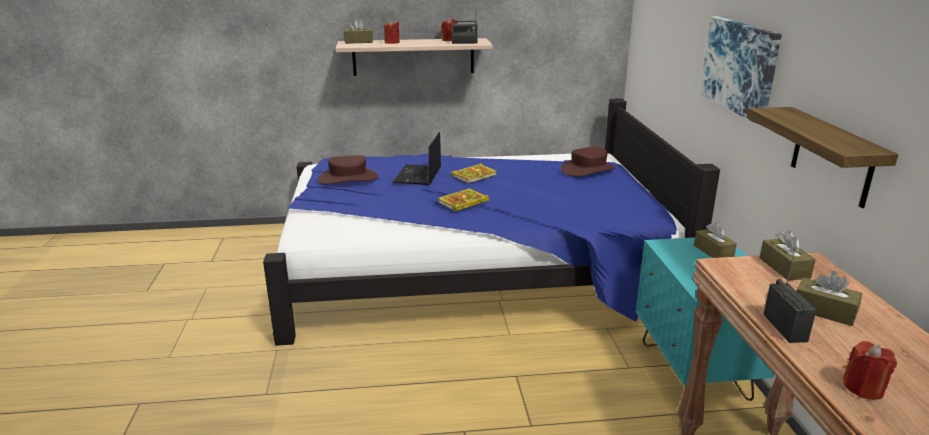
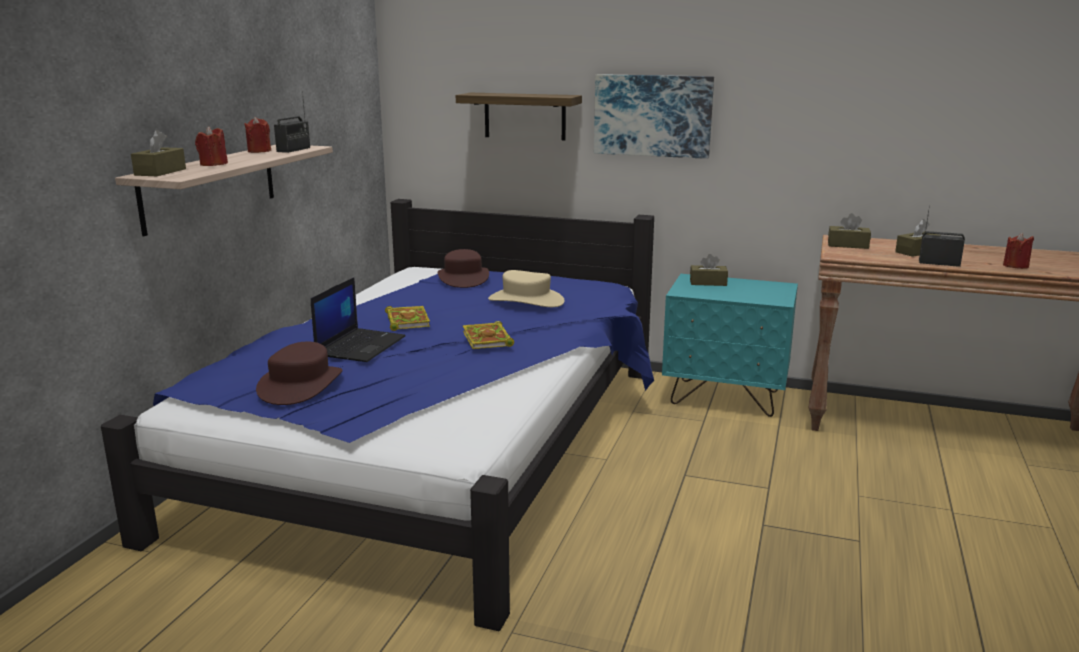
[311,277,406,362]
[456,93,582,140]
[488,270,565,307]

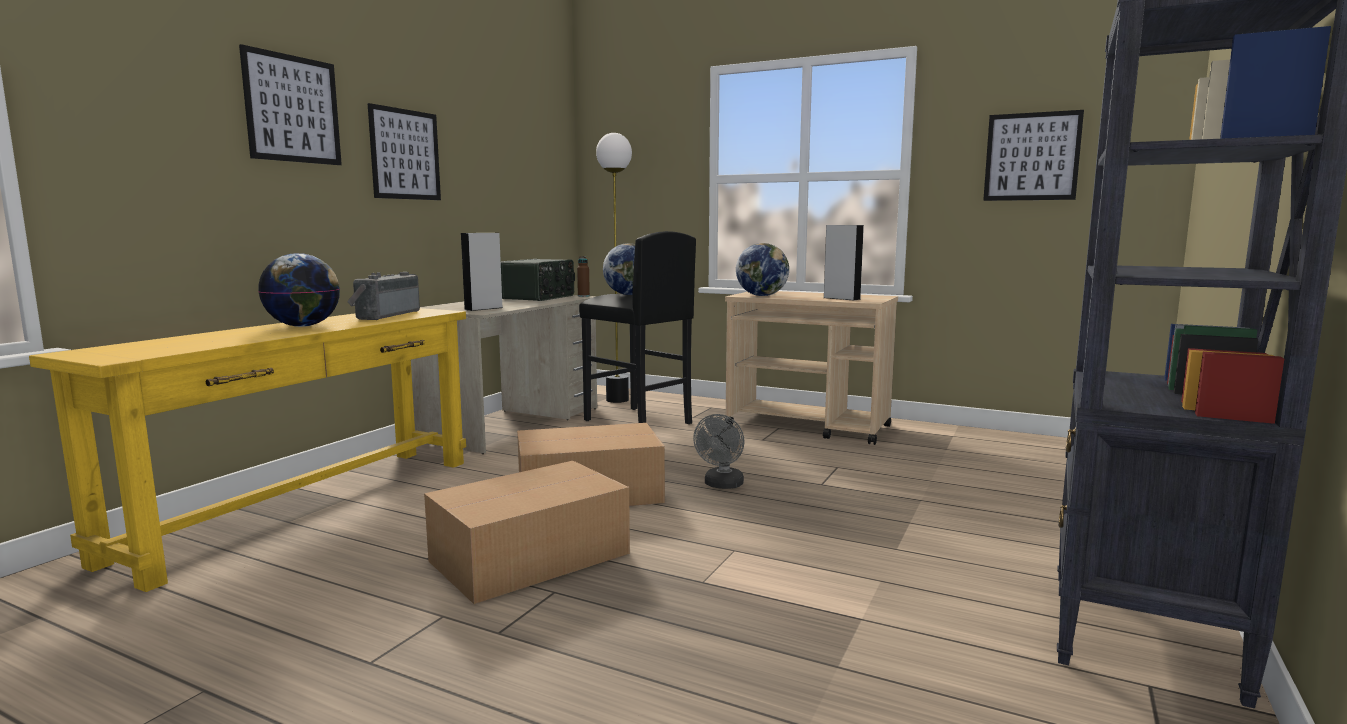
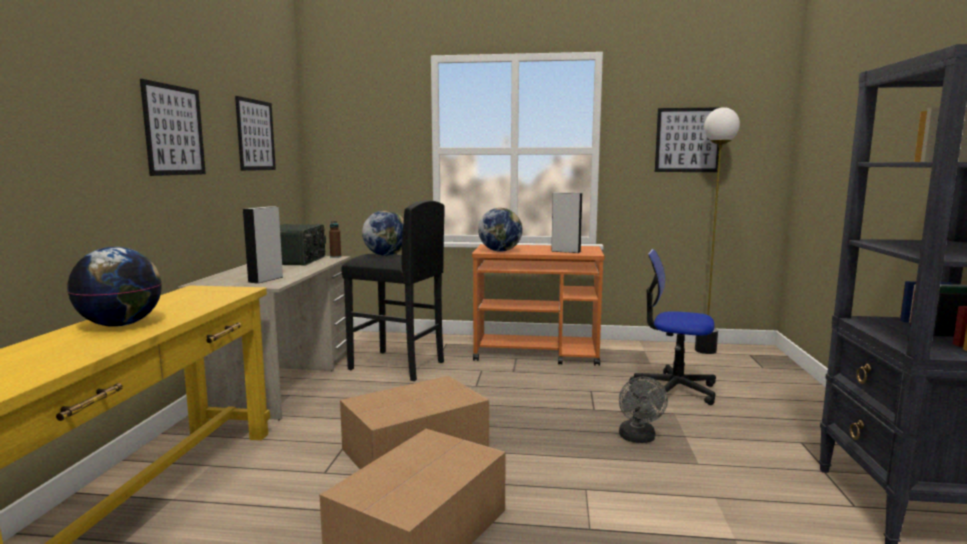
[235,96,276,171]
[347,272,420,320] (first image)
[695,107,740,354]
[619,377,668,443]
[472,244,605,366]
[629,249,716,405]

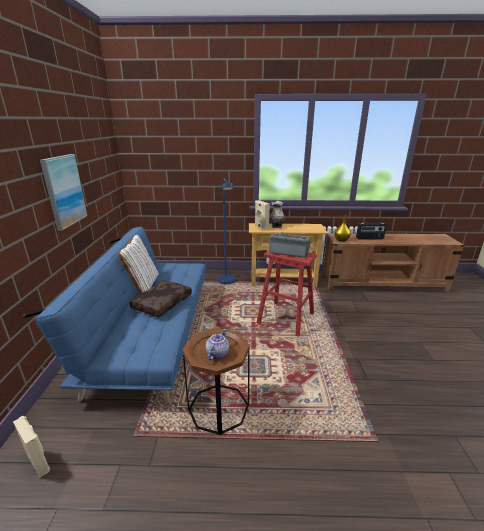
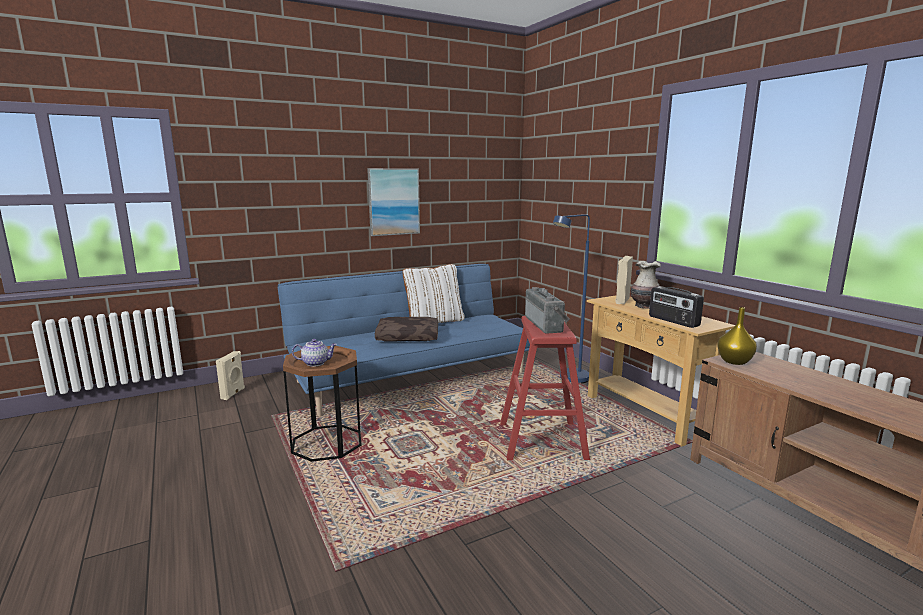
[649,286,704,328]

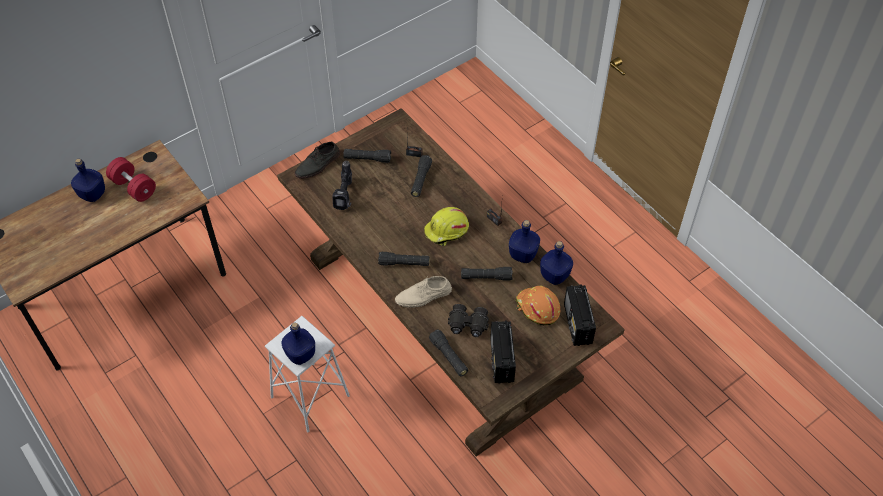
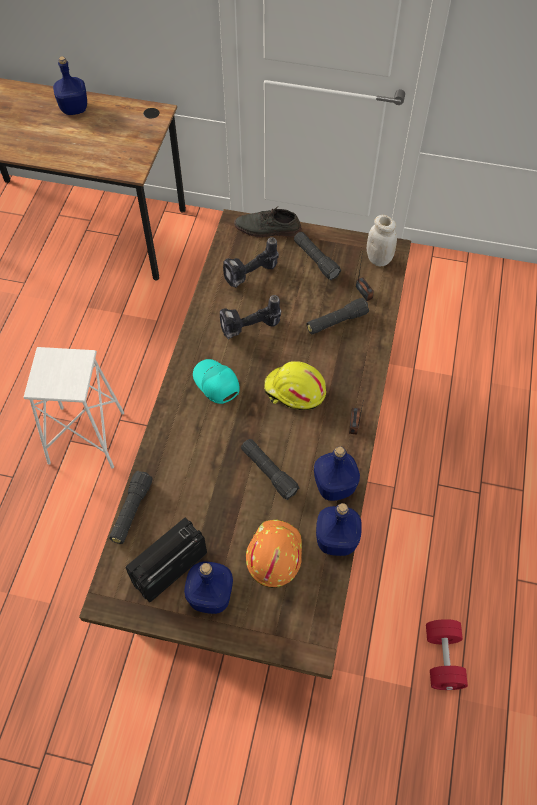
[426,619,468,690]
[184,562,233,614]
[193,359,240,404]
[395,276,452,308] (first image)
[448,304,489,337] (first image)
[564,284,596,346] (first image)
[220,295,281,339]
[367,215,397,266]

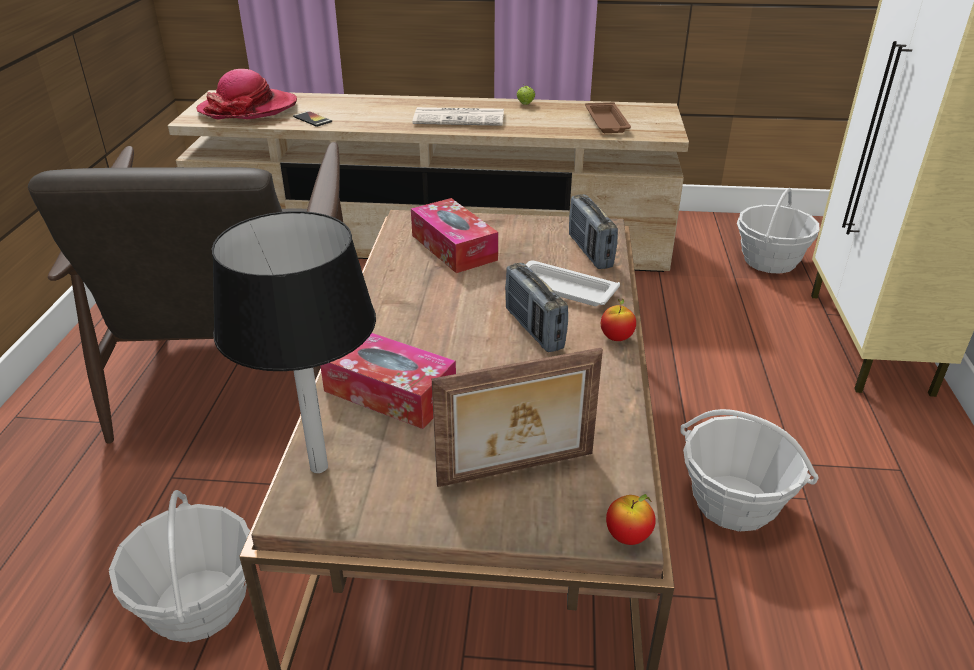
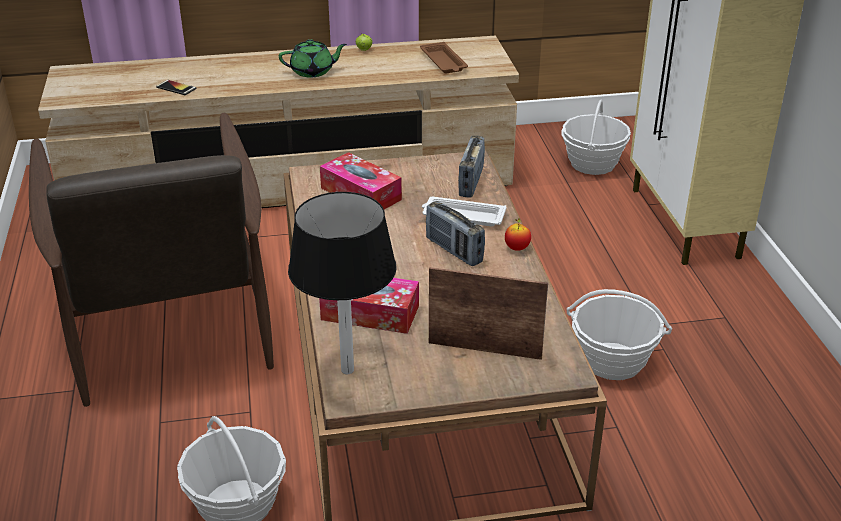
[196,69,297,120] (first image)
[279,39,347,77]
[429,267,548,360]
[458,136,485,198]
[606,494,656,545] (first image)

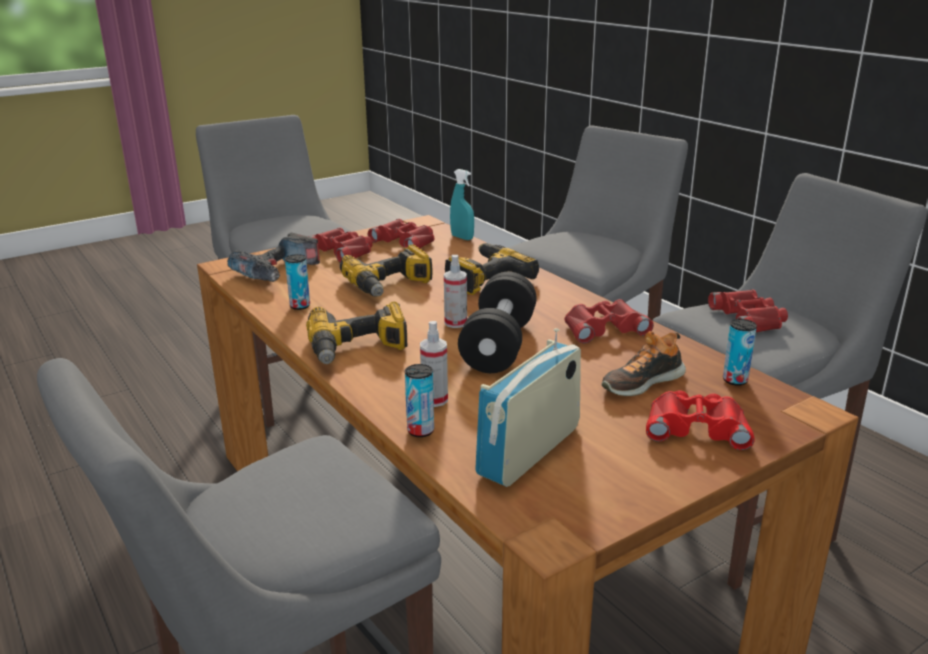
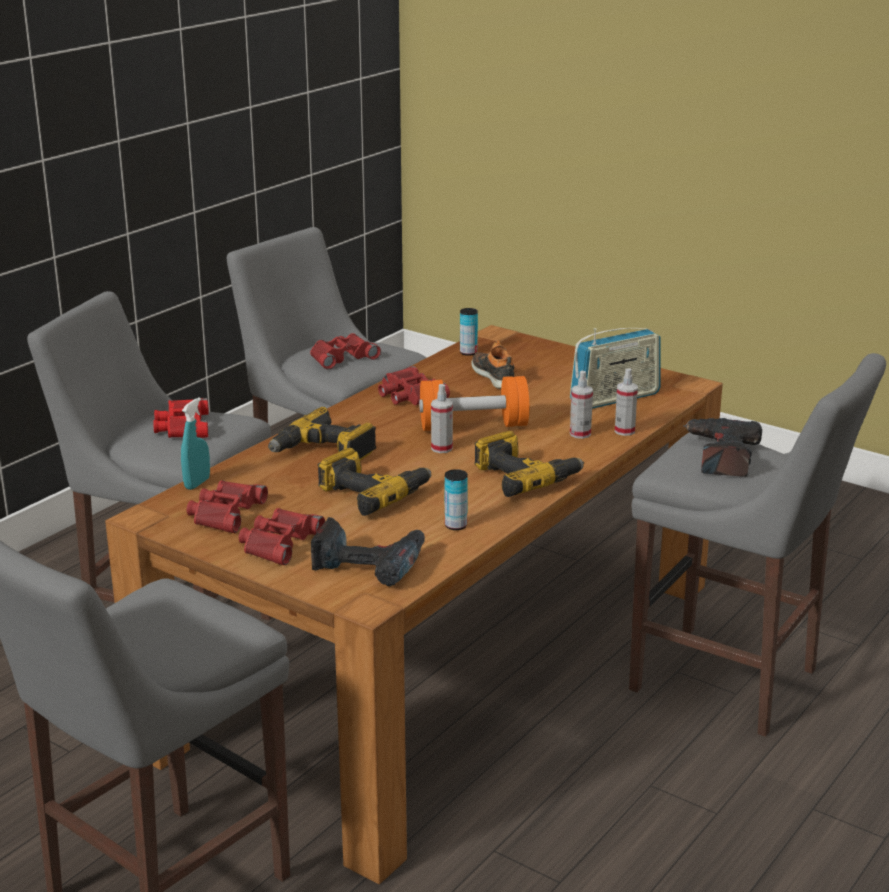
[615,369,638,436]
[419,376,529,431]
[570,328,661,409]
[471,341,514,389]
[153,398,209,438]
[683,418,762,477]

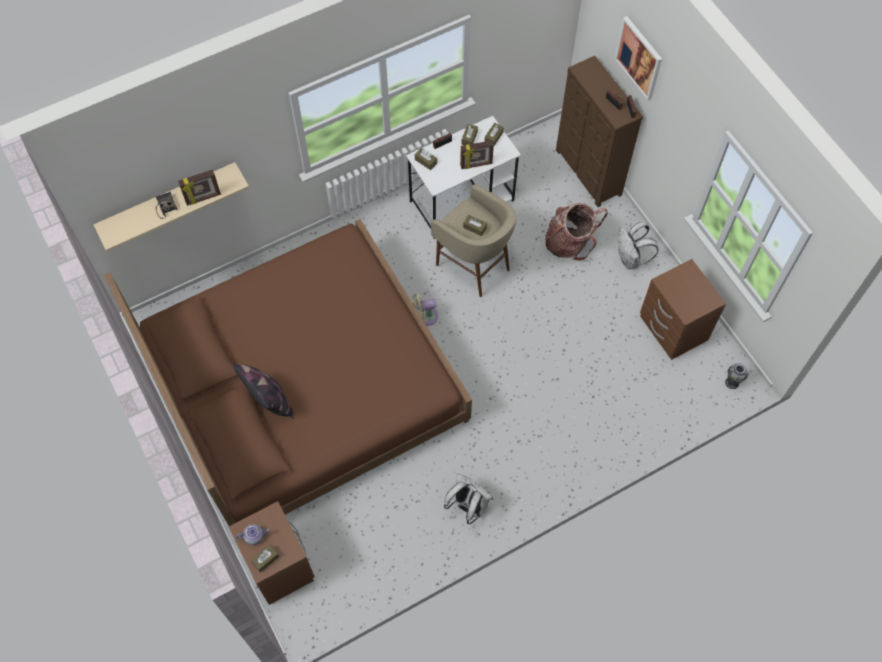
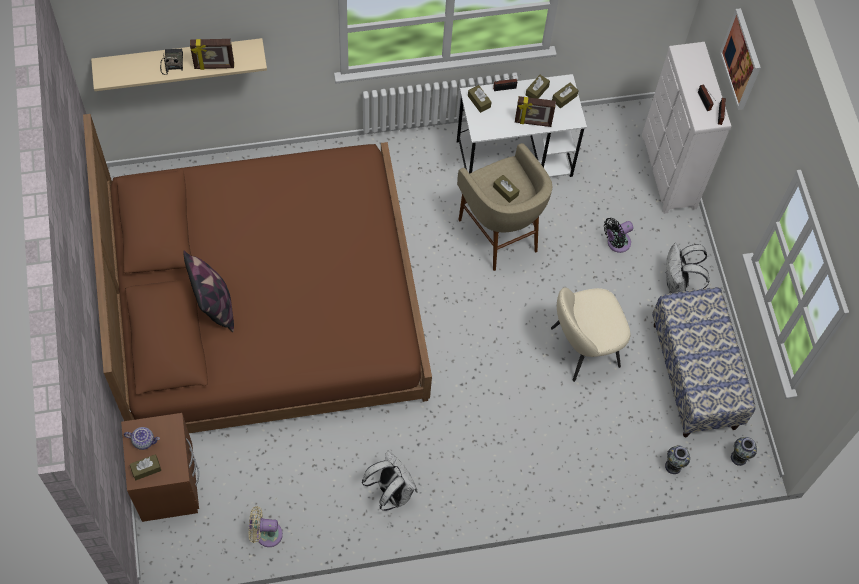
[249,506,283,547]
[604,218,633,253]
[642,42,732,214]
[652,287,756,437]
[551,287,631,382]
[665,446,690,474]

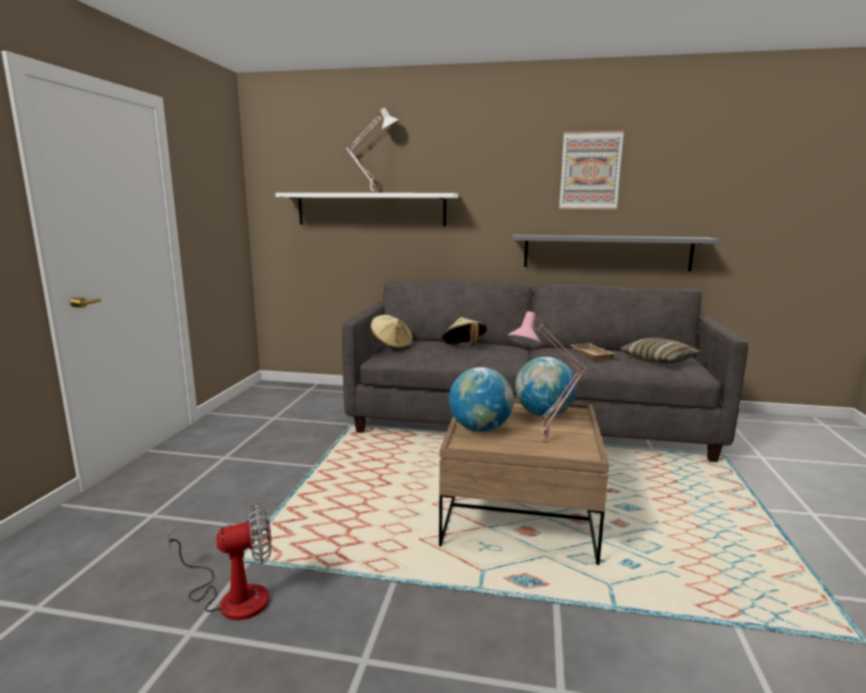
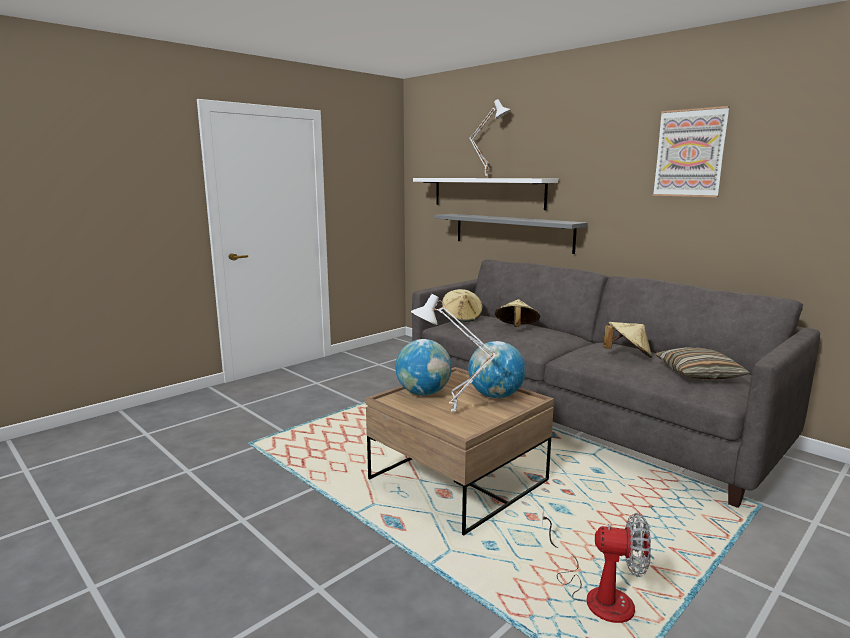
[542,507,651,623]
[411,294,497,414]
[434,214,588,254]
[603,322,652,358]

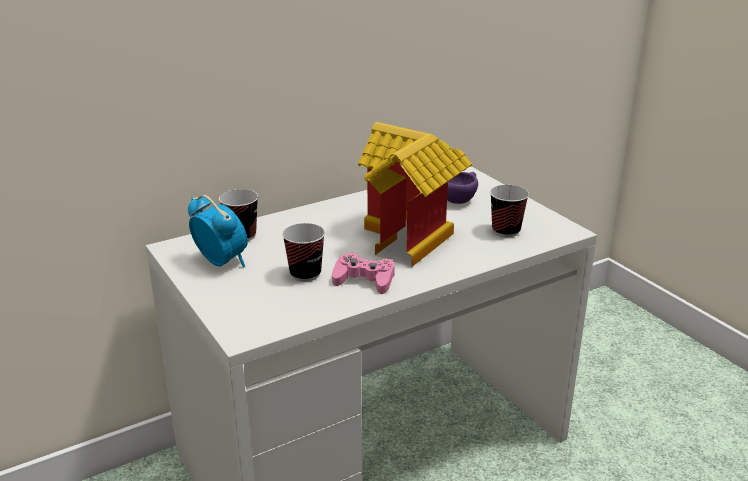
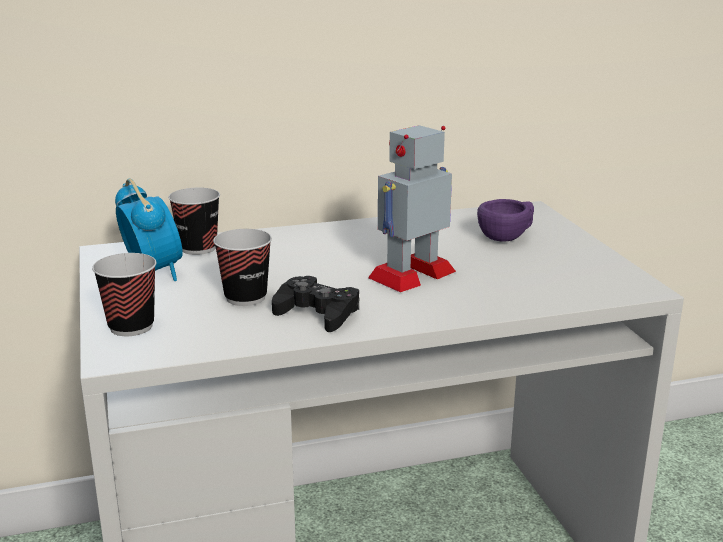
[272,276,360,332]
[368,125,456,292]
[92,253,157,336]

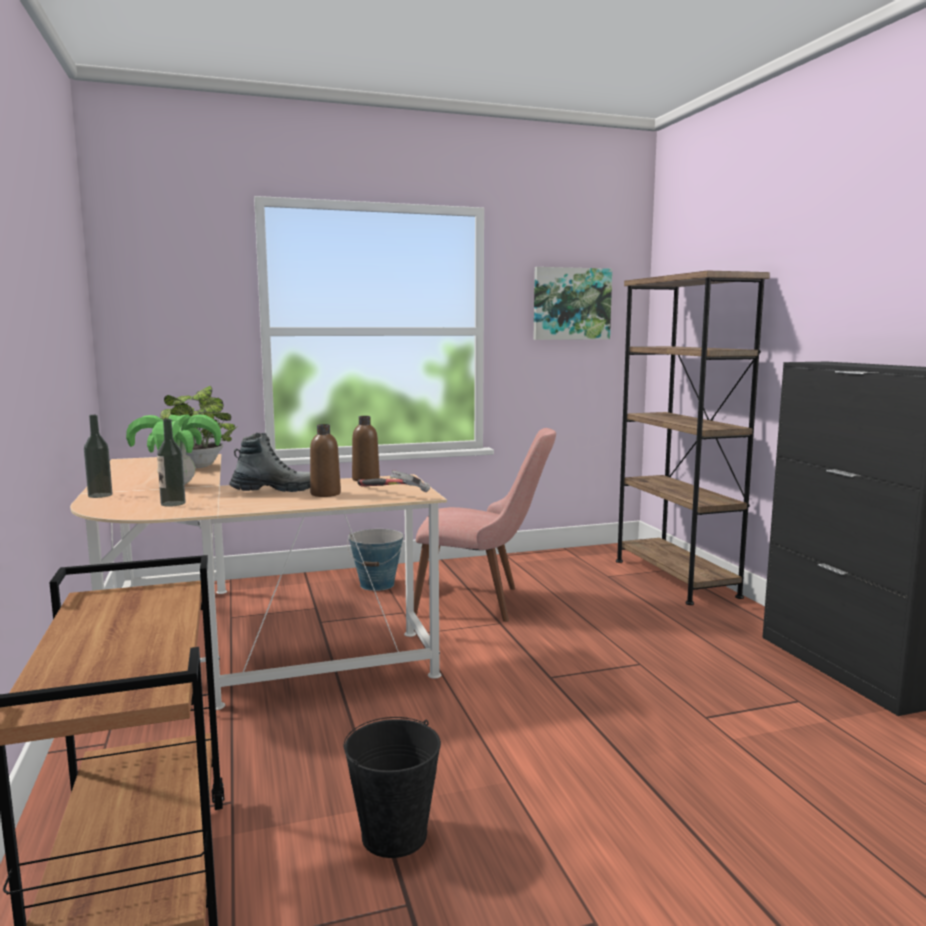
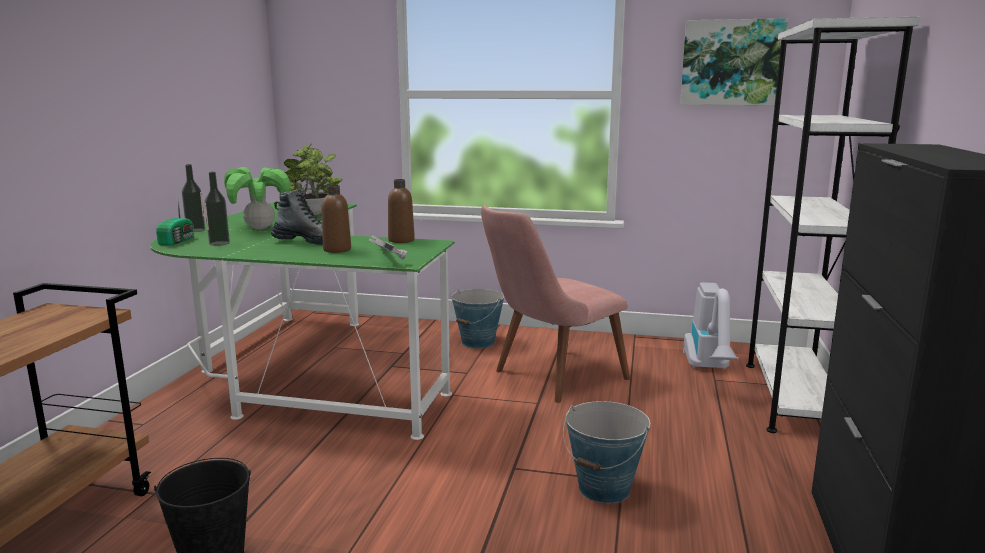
[150,201,455,440]
[481,205,630,403]
[746,17,920,433]
[156,200,194,246]
[563,401,650,503]
[683,282,739,370]

